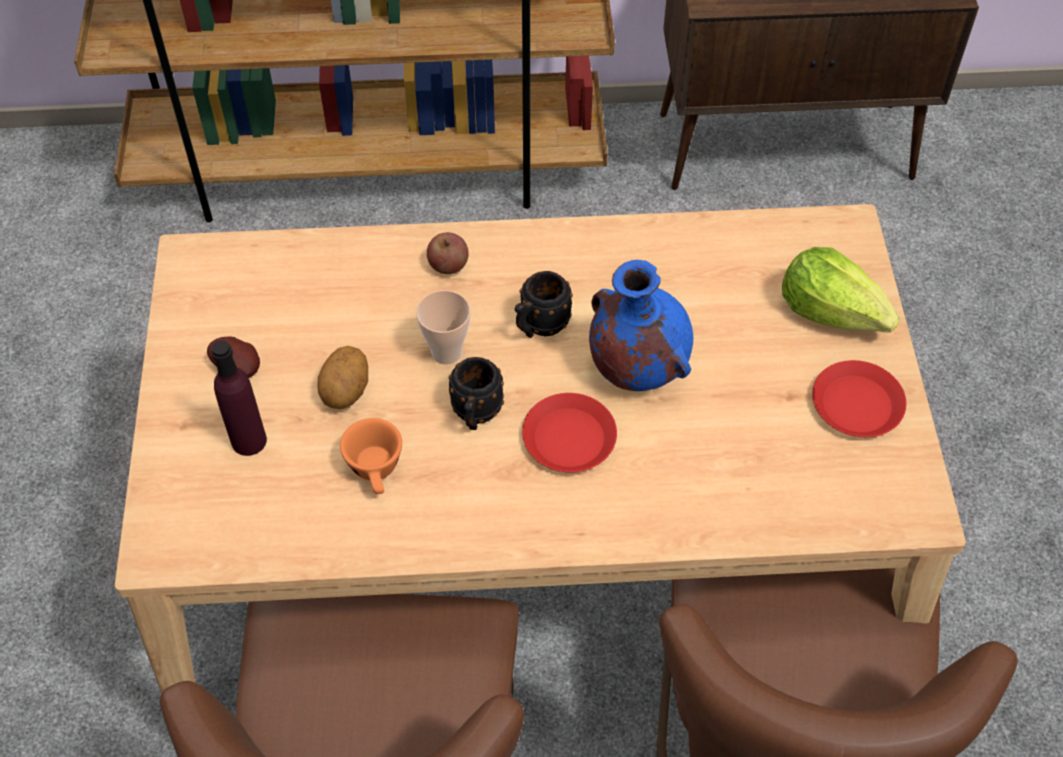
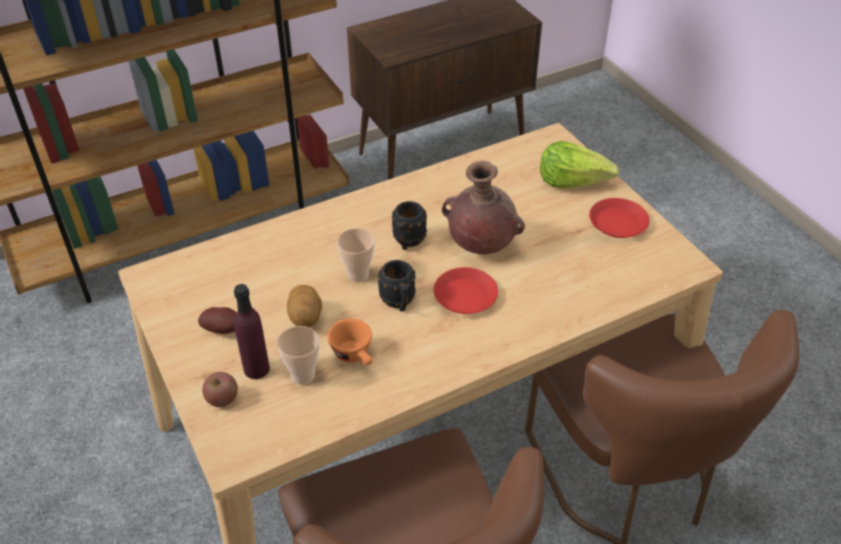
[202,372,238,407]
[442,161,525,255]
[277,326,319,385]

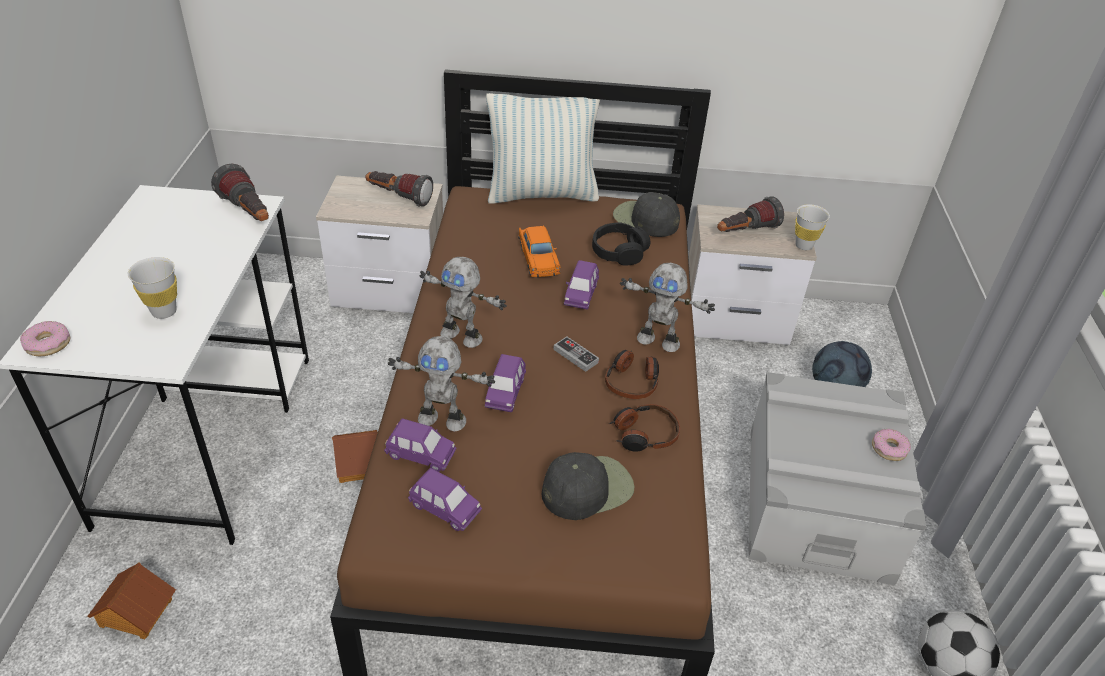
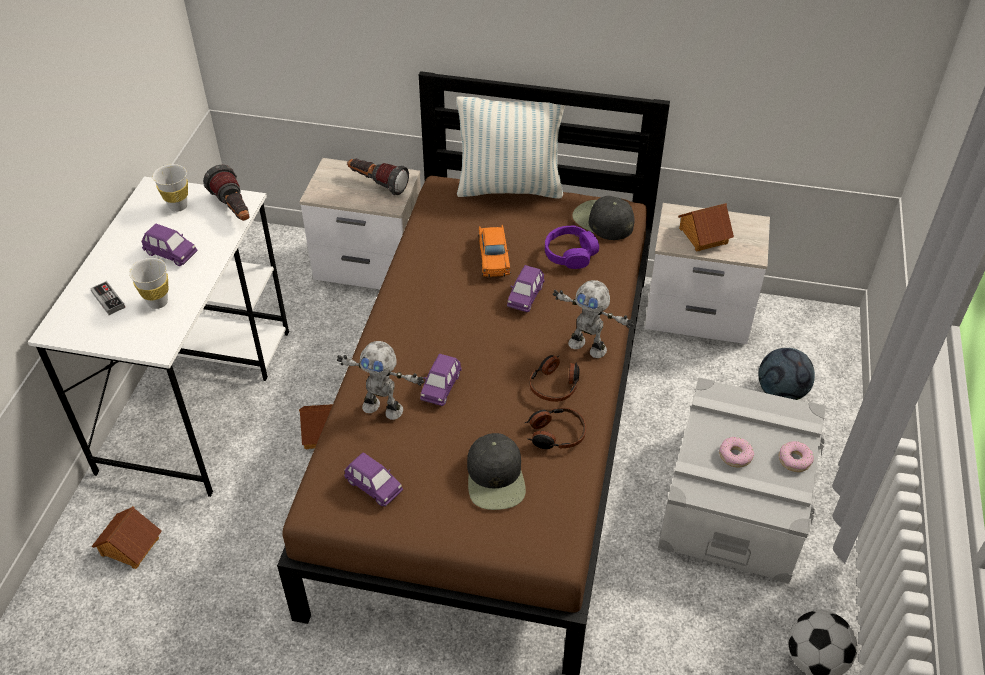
[719,437,754,468]
[141,224,197,266]
[420,257,507,348] (first image)
[467,433,526,510]
[90,281,126,315]
[545,225,599,269]
[678,203,734,252]
[153,164,188,212]

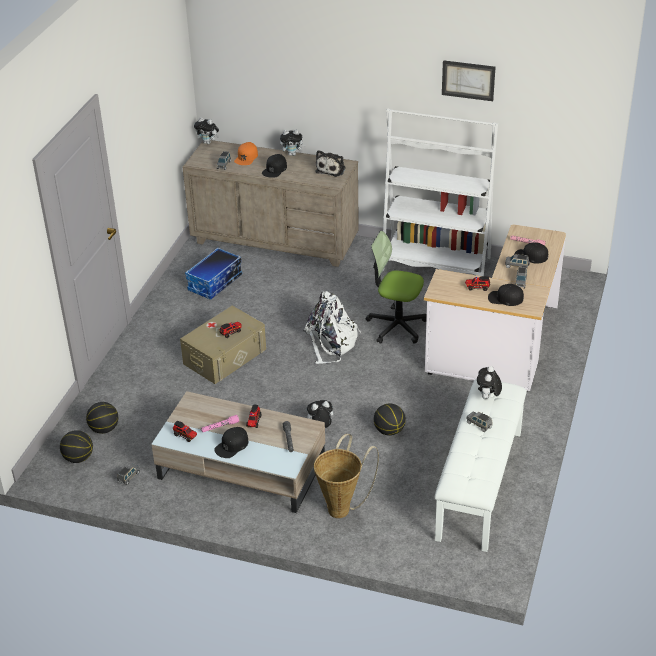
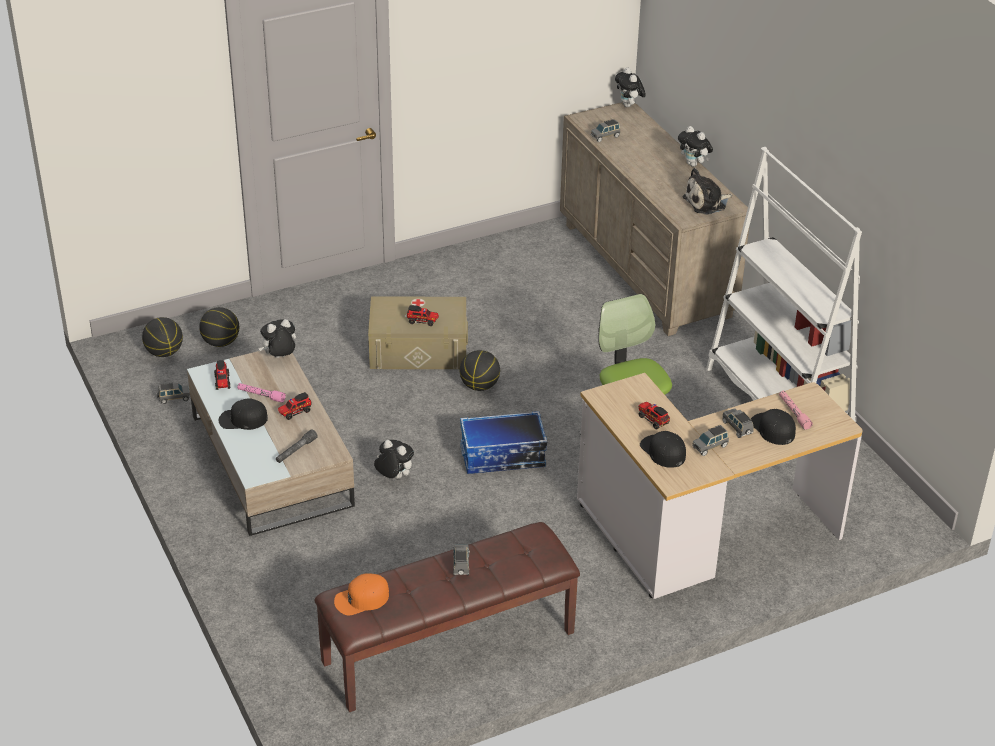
[460,411,547,474]
[334,573,389,615]
[262,154,287,178] (first image)
[303,291,361,364] (first image)
[314,434,379,518] (first image)
[460,350,500,391]
[314,522,580,712]
[442,60,495,101] (first image)
[258,319,296,358]

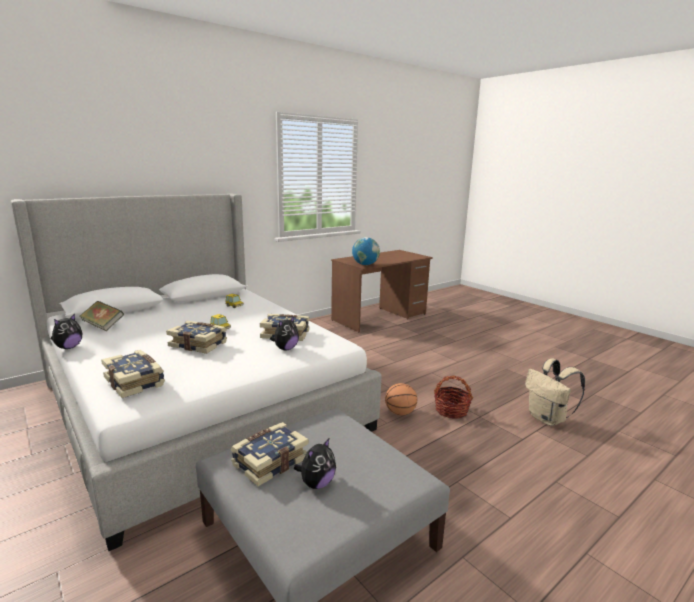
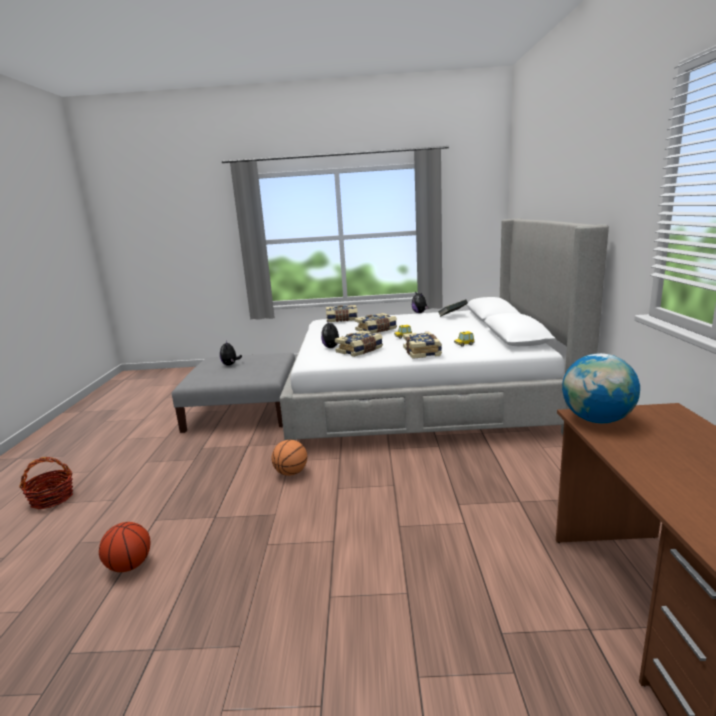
[403,332,442,359]
[19,457,73,509]
[99,522,150,572]

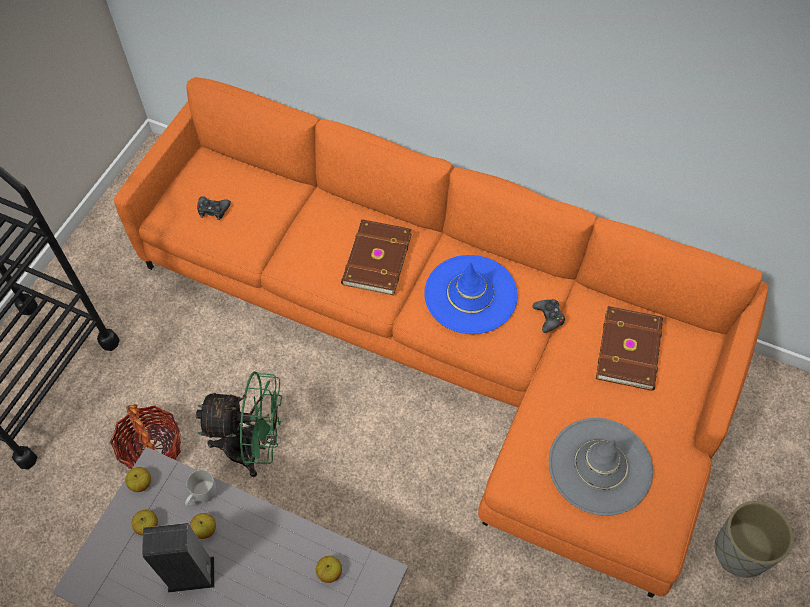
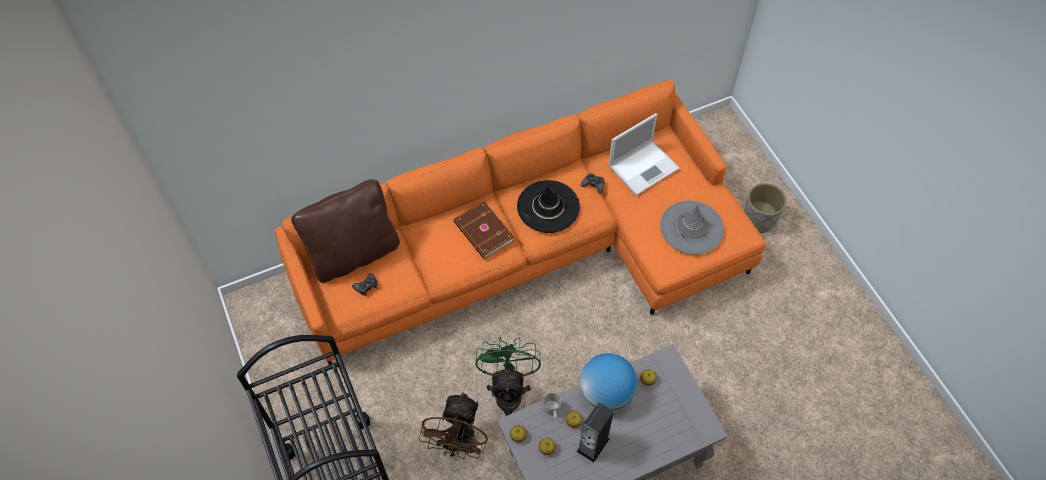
[419,392,488,459]
[475,337,541,416]
[517,180,580,233]
[609,113,680,195]
[291,179,400,283]
[580,353,637,411]

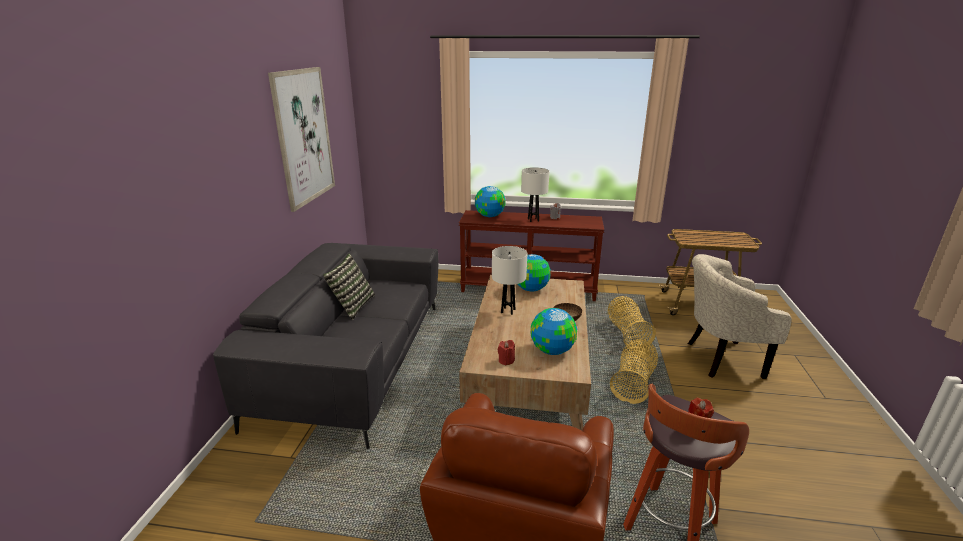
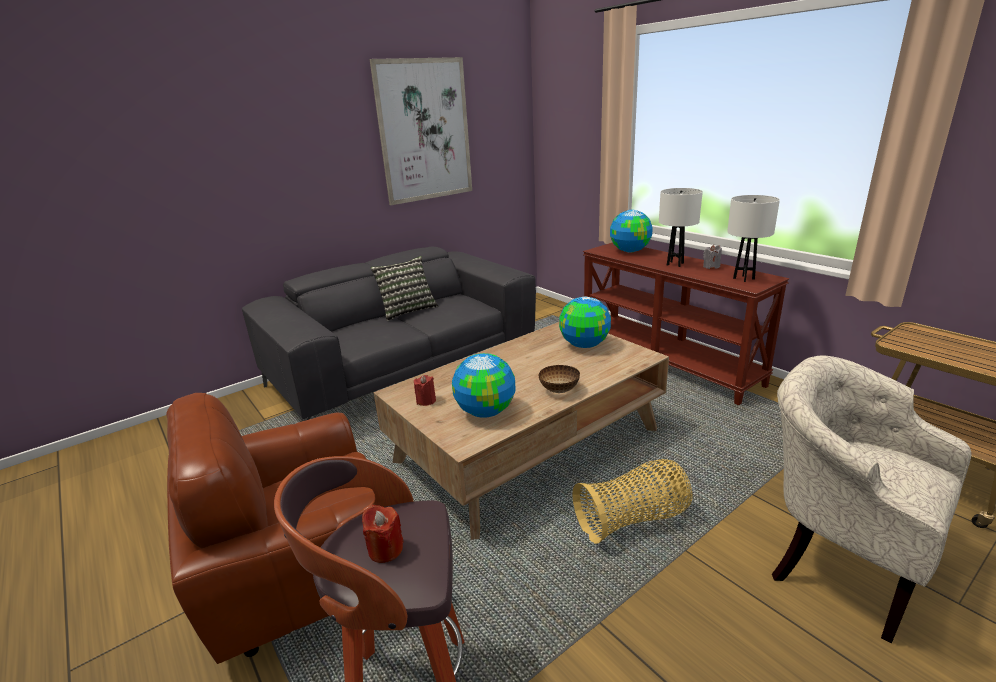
[727,195,780,282]
[608,296,656,347] (first image)

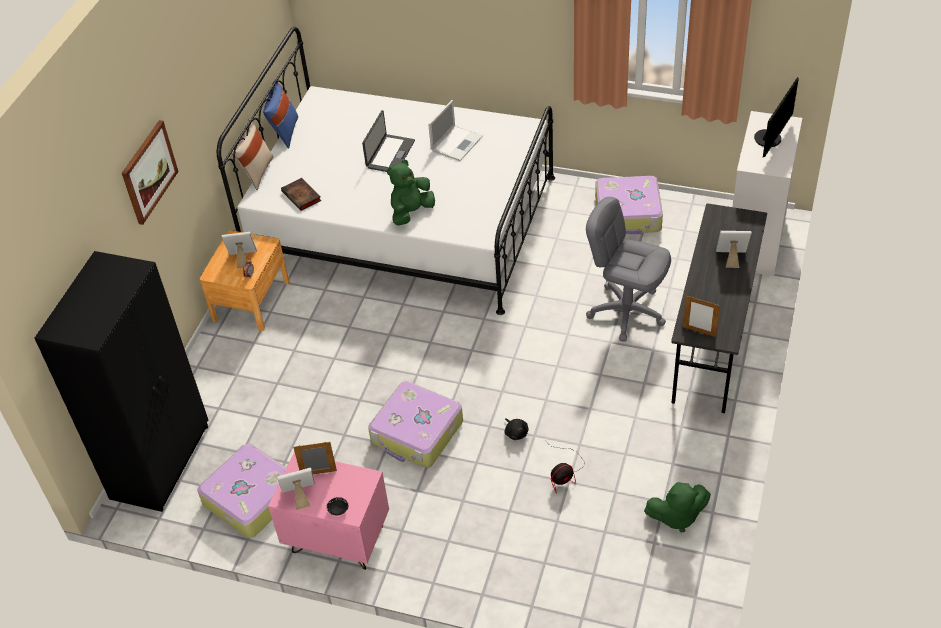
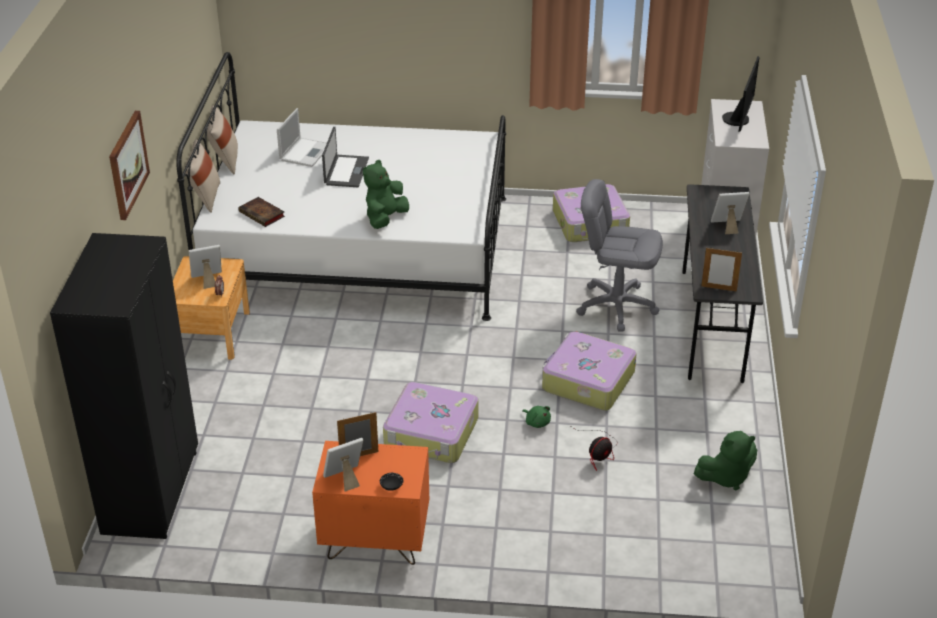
[542,332,637,411]
[207,105,238,174]
[312,441,429,565]
[277,108,327,167]
[522,406,551,428]

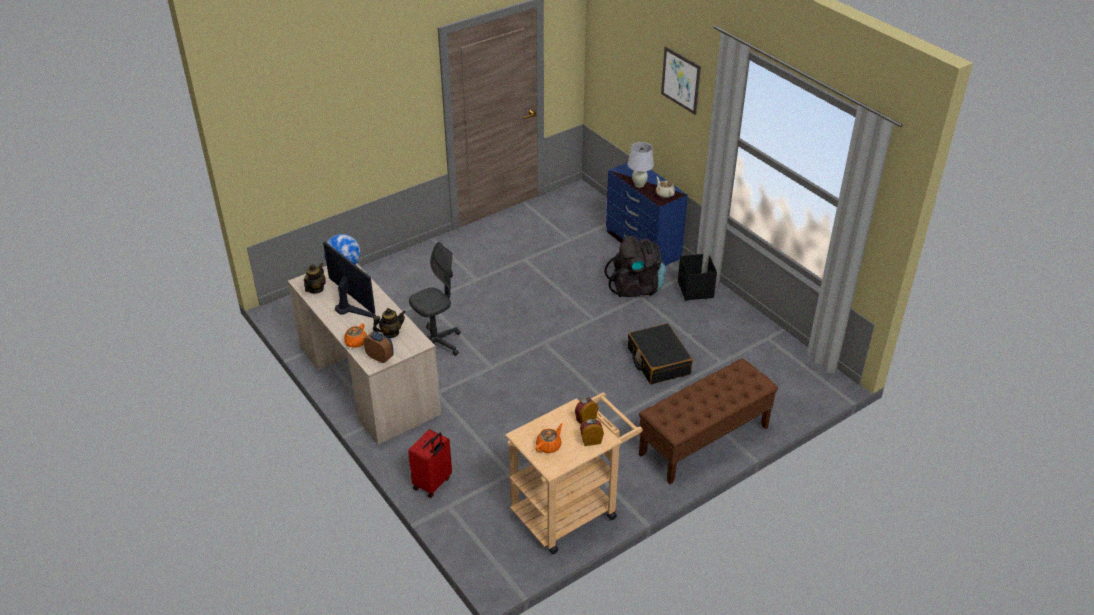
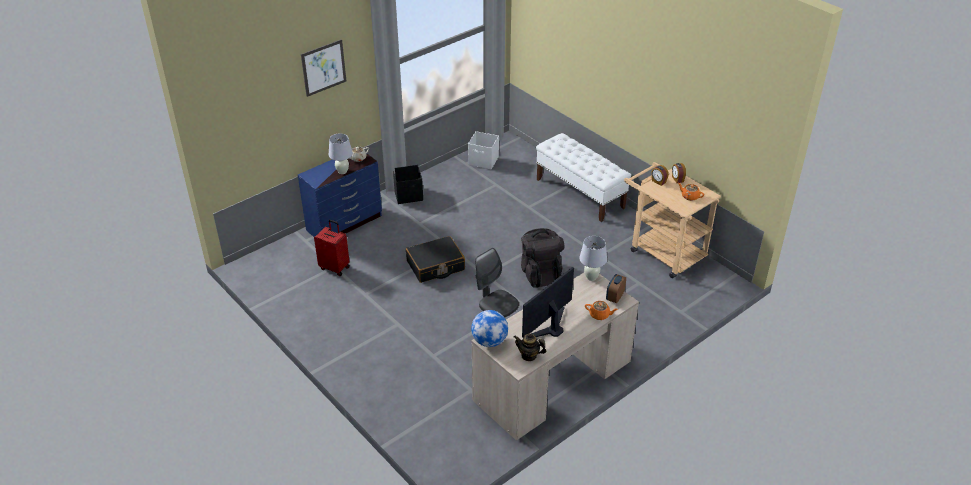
[373,308,406,338] (first image)
[314,220,350,276]
[521,228,564,288]
[406,236,465,283]
[536,133,631,222]
[468,131,499,169]
[579,236,607,281]

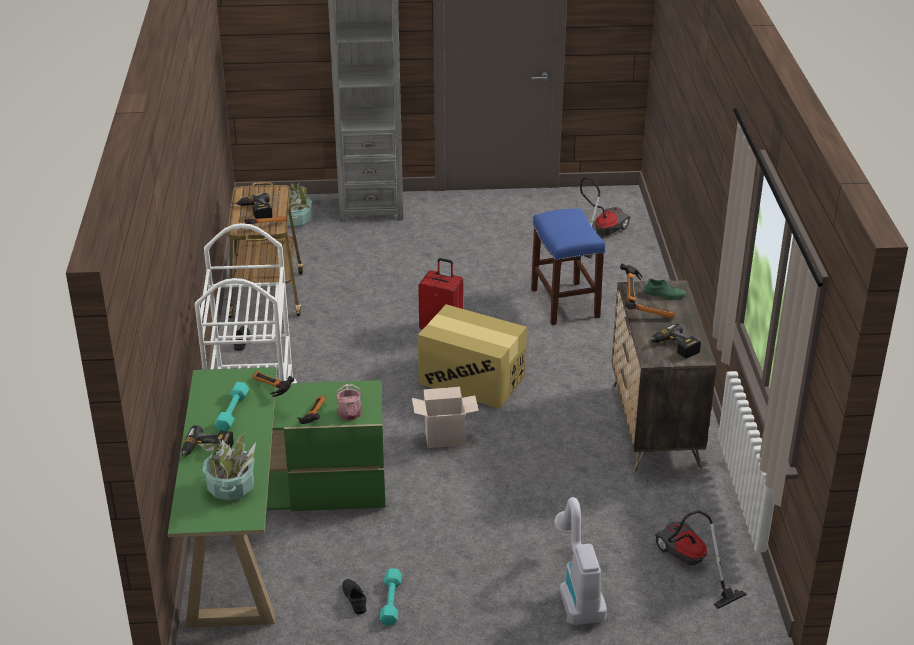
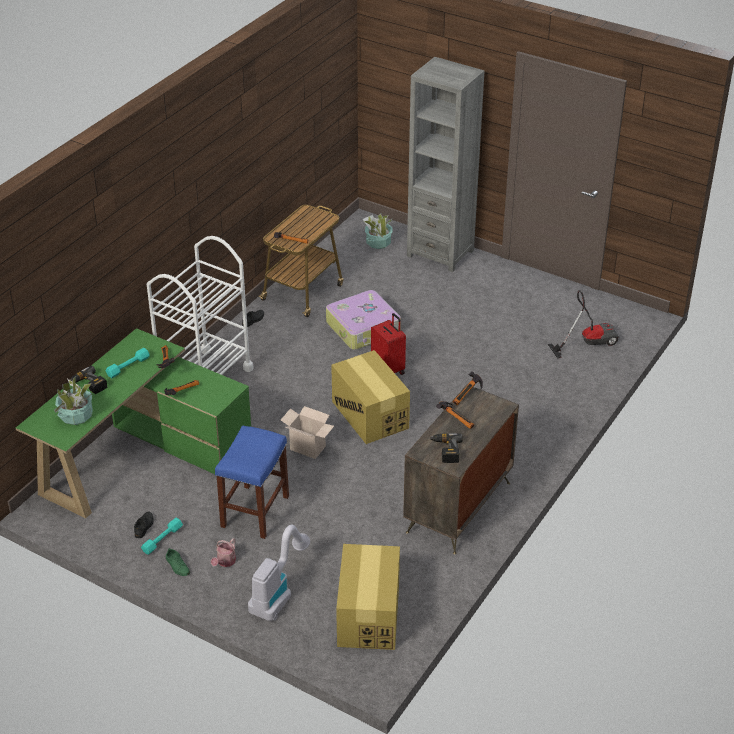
[234,193,272,219] (first image)
[211,538,236,567]
[215,426,289,539]
[166,548,190,576]
[336,544,400,650]
[326,290,401,350]

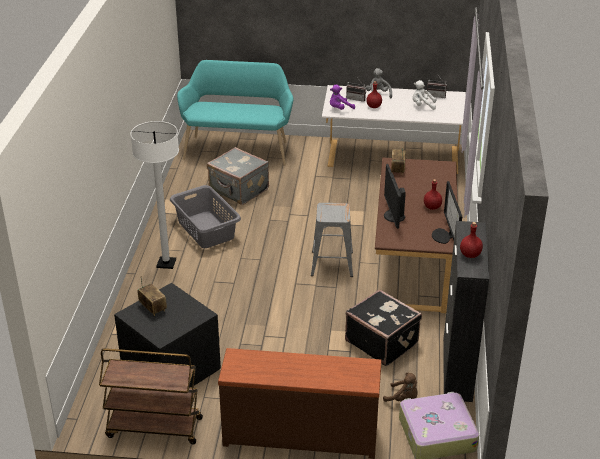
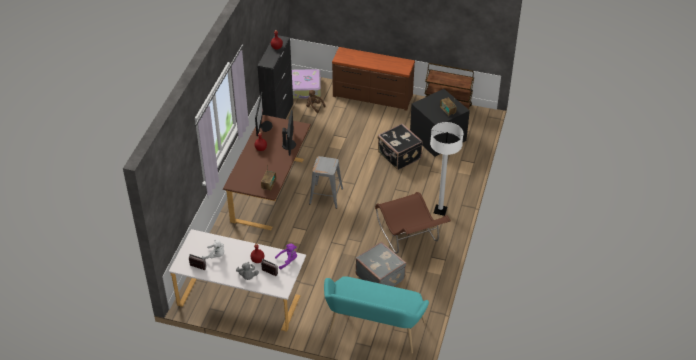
[375,192,451,254]
[378,123,423,170]

